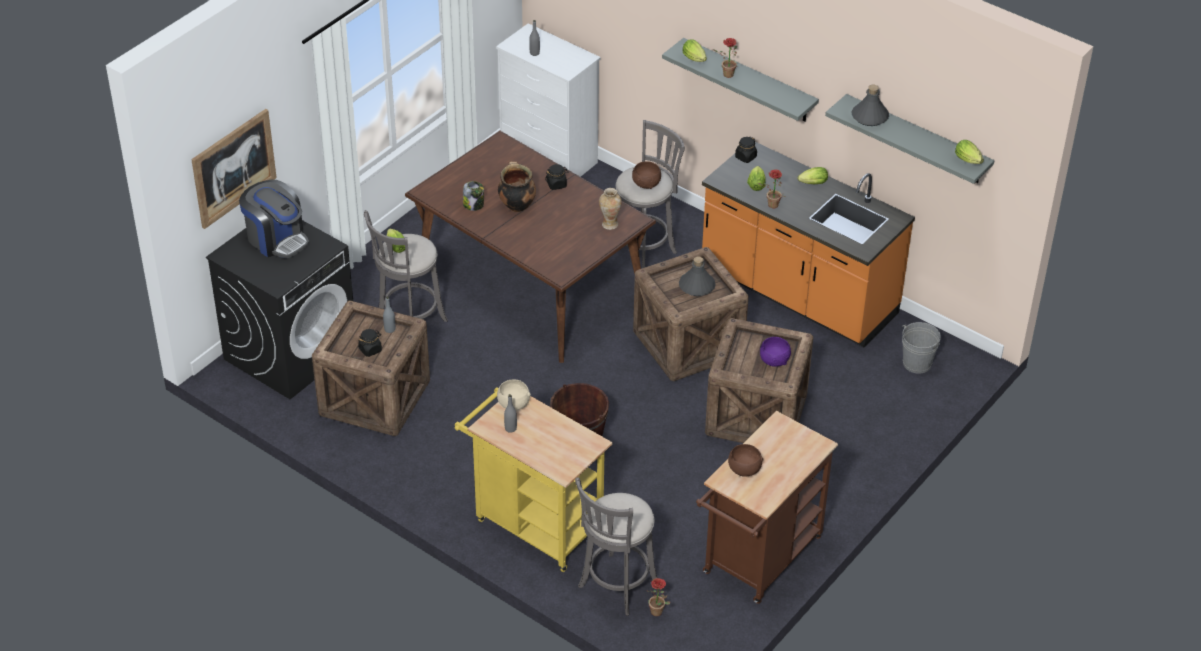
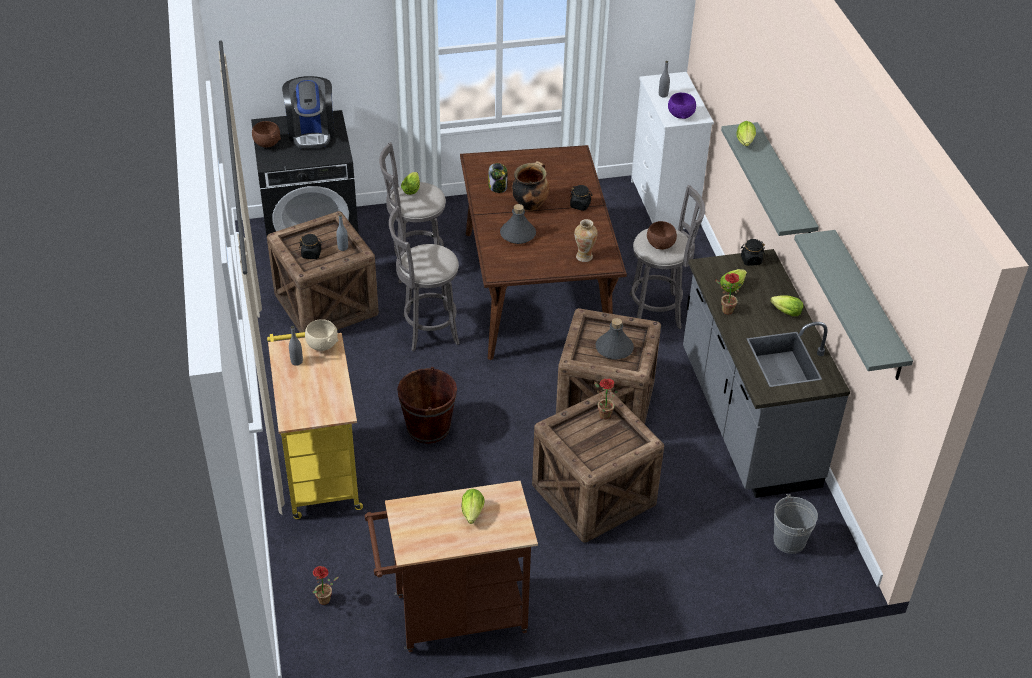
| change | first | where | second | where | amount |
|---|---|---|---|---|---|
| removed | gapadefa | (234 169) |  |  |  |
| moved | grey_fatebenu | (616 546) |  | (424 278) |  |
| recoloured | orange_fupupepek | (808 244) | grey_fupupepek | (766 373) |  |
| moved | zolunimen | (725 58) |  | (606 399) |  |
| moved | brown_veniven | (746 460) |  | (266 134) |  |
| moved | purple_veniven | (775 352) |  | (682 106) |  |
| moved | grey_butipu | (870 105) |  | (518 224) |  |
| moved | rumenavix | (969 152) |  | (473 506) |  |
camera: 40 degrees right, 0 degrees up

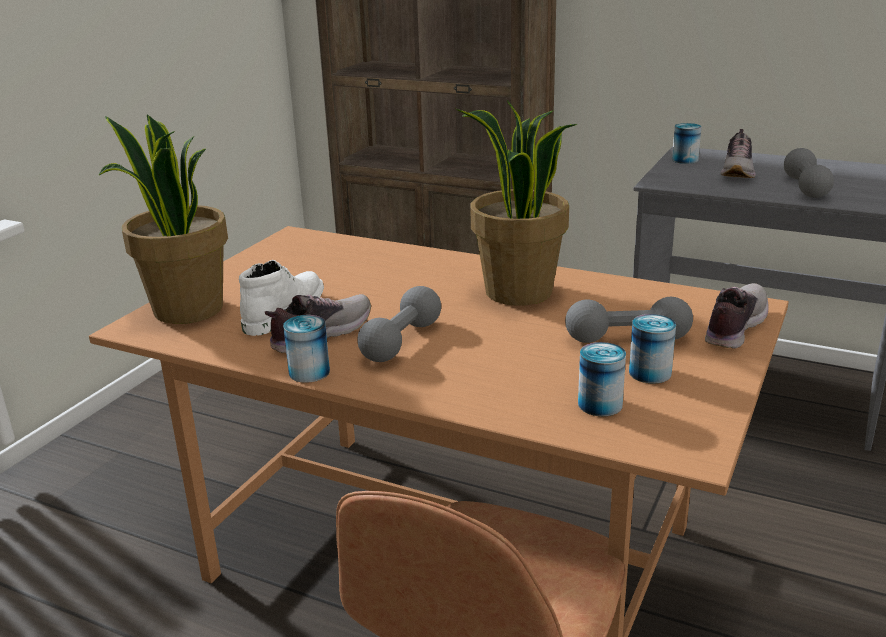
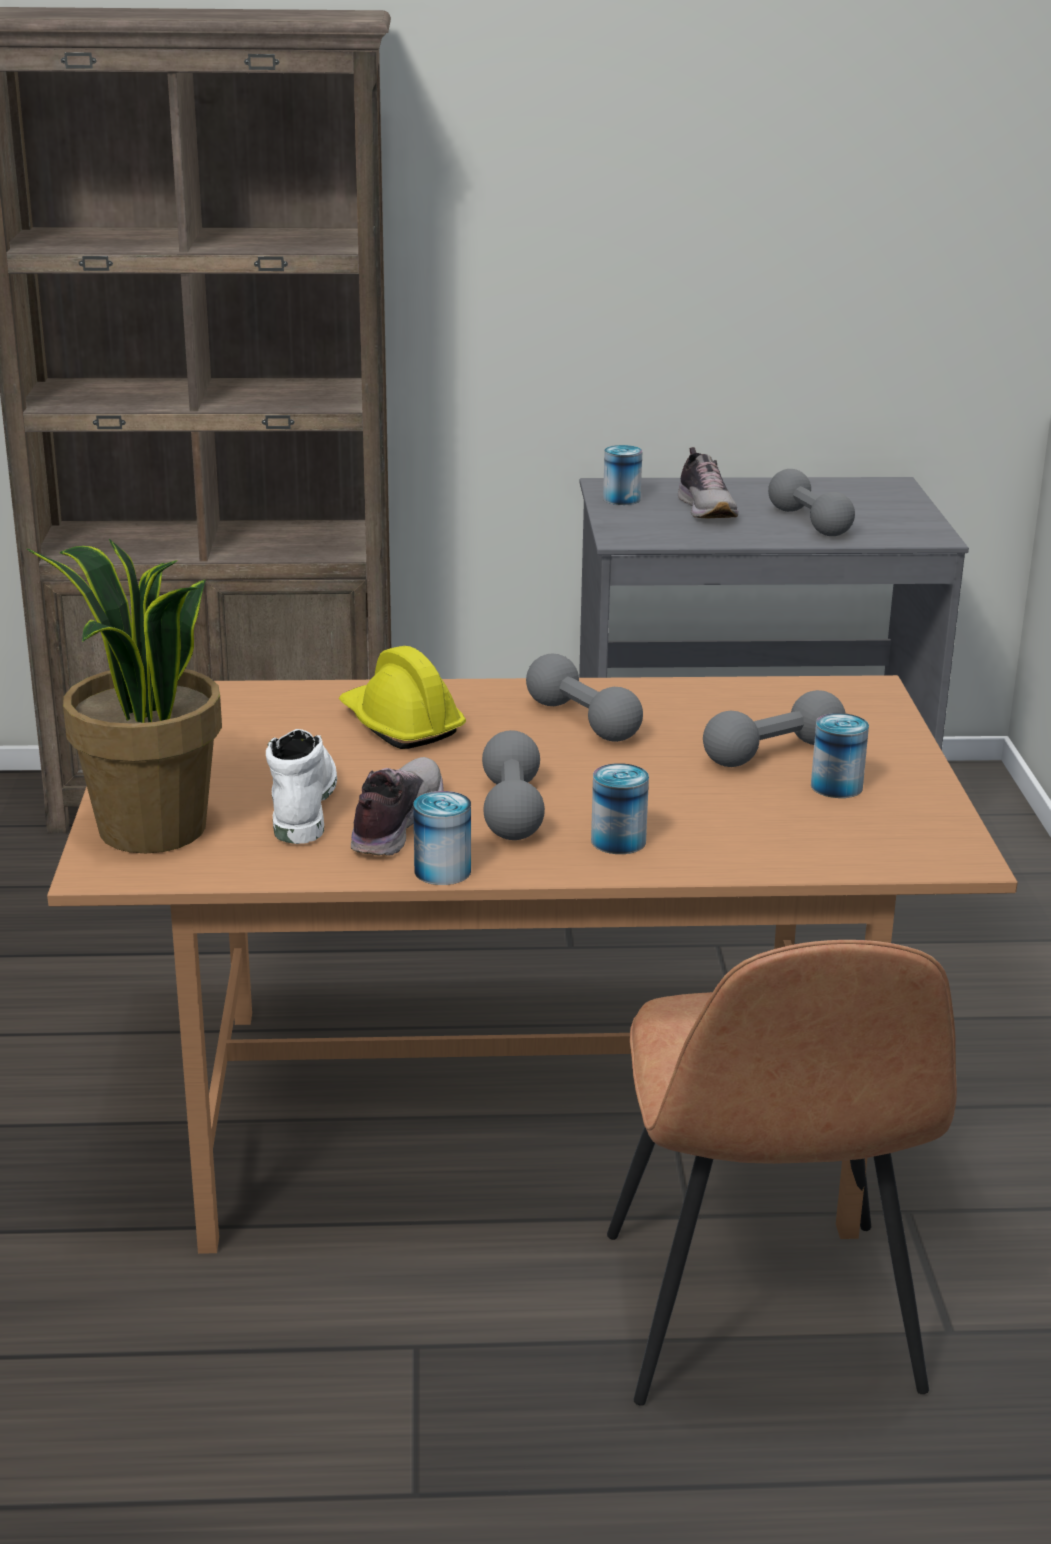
| change | first | where | second | where | amount |
|---|---|---|---|---|---|
| replaced | zolunimen | (516 203) | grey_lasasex | (584 697) |  |
| moved | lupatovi | (602 379) |  | (620 808) |  |
| removed | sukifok | (737 316) |  |  |  |
| added |  |  | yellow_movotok | (402 697) |  |
camera: 30 degrees left, 0 degrees up

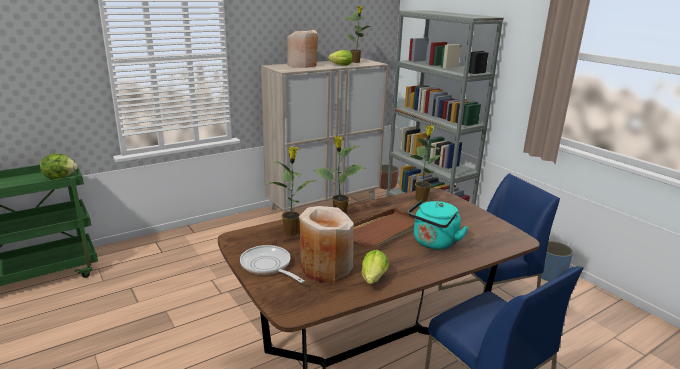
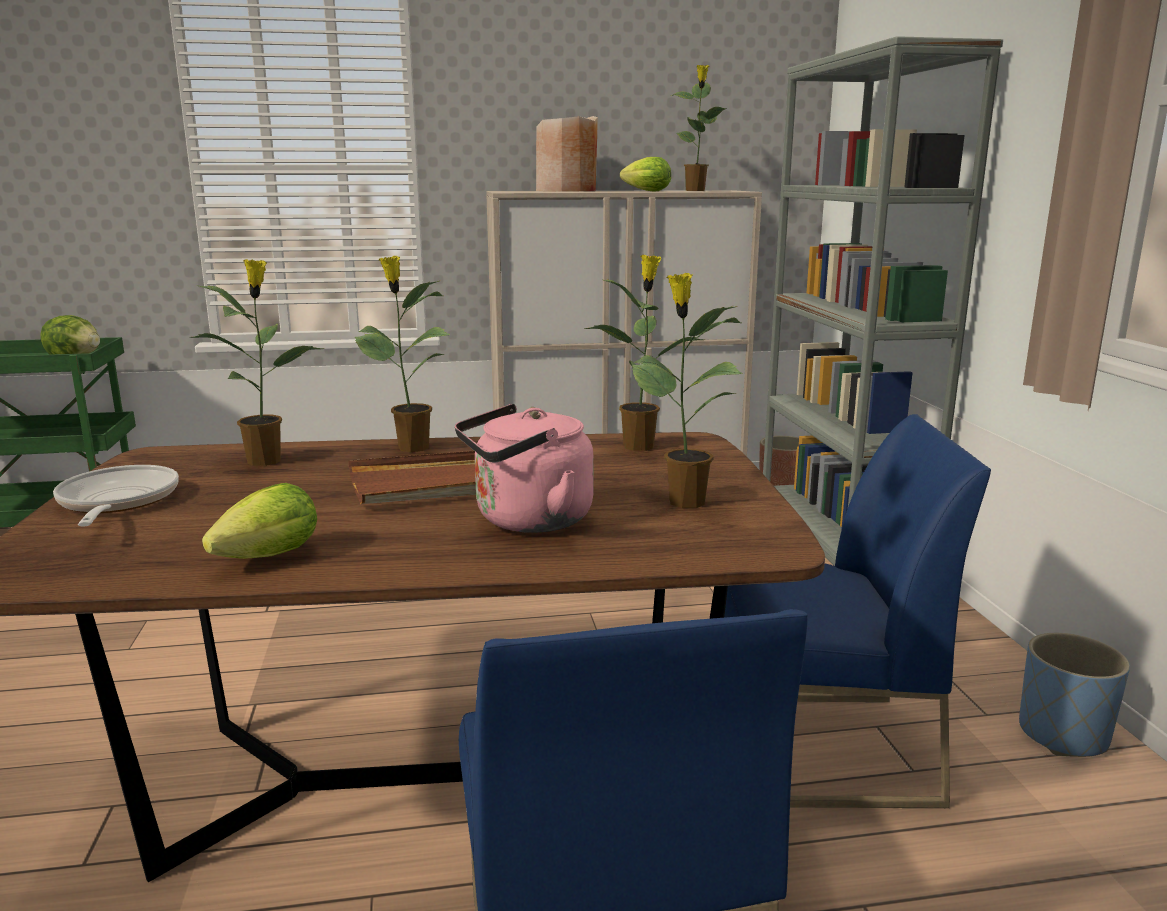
| change | first | where | second | where | amount |
|---|---|---|---|---|---|
| removed | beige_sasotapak | (326 244) |  |  |  |
| recoloured | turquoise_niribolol | (438 224) | pink_niribolol | (524 468) |  |
| added |  |  | zolunimen | (687 390) |  |
camera: 25 degrees right, 5 degrees down

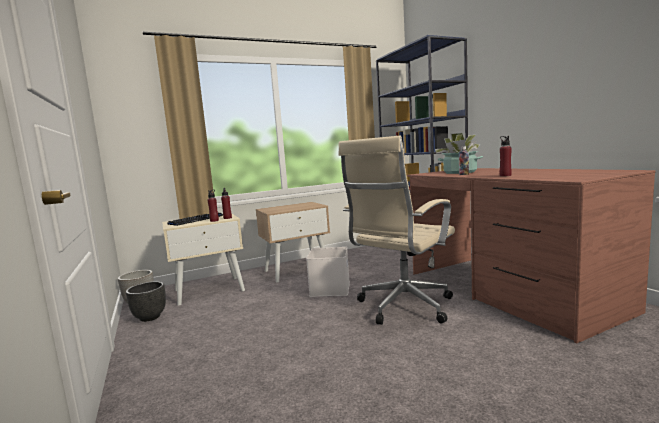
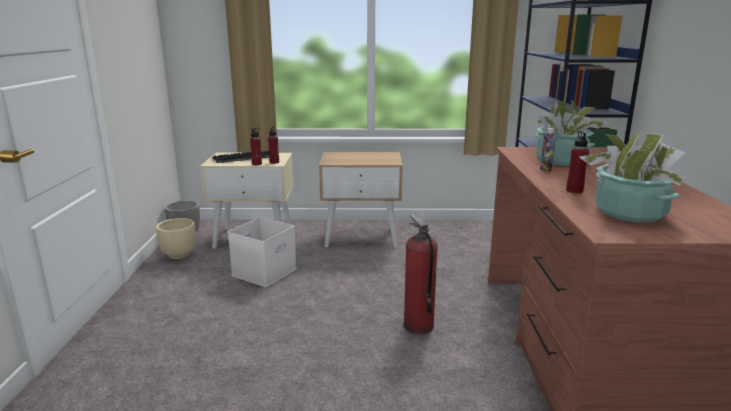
| change | first | where | second | where | amount |
|---|---|---|---|---|---|
| recoloured | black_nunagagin | (146 301) | beige_nunagagin | (176 238) |  |
| moved | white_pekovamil | (328 272) |  | (262 252) |  |
| replaced | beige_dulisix | (397 230) | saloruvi | (420 273) |  |
| added |  |  | zolunimen | (632 178) |  |
camera: 25 degrees right, 10 degrees up

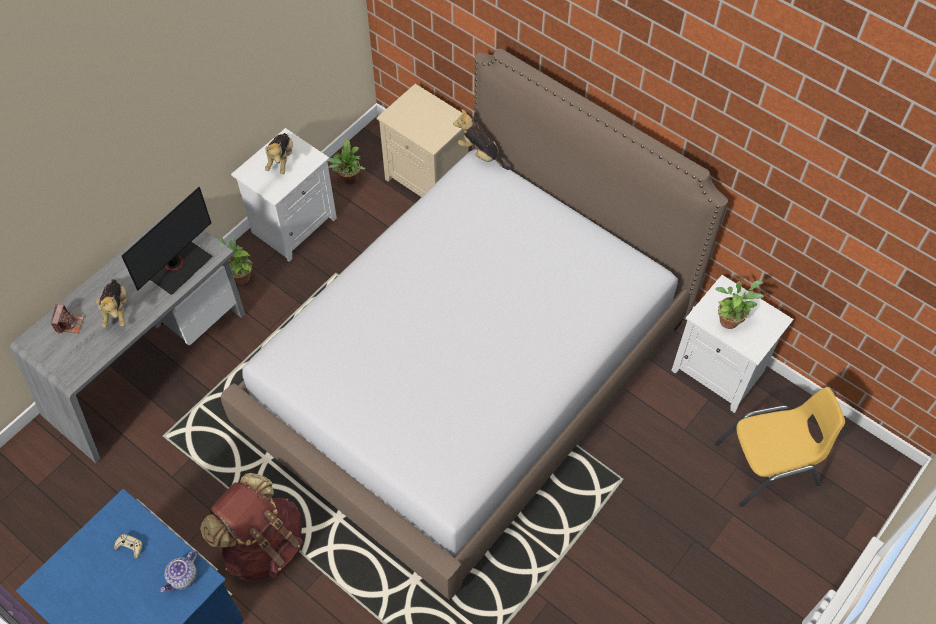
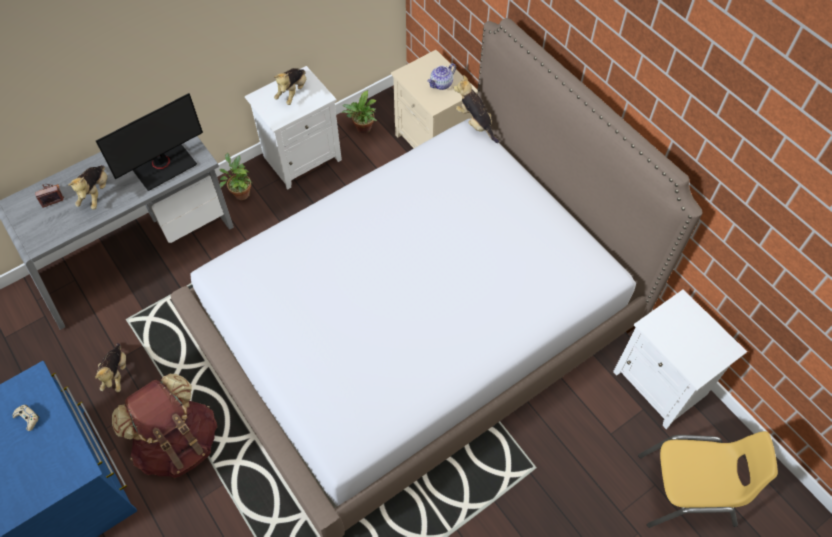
| change | first | where | second | where | amount |
|---|---|---|---|---|---|
| turned | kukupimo | (67 318) |  | (49 196) | 135 degrees counterclockwise |
| moved | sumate | (179 571) |  | (441 76) |  |
| removed | zolunimen | (739 305) |  |  |  |
| added |  |  | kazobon | (110 367) |  |
camera: 15 degrees right, 0 degrees up

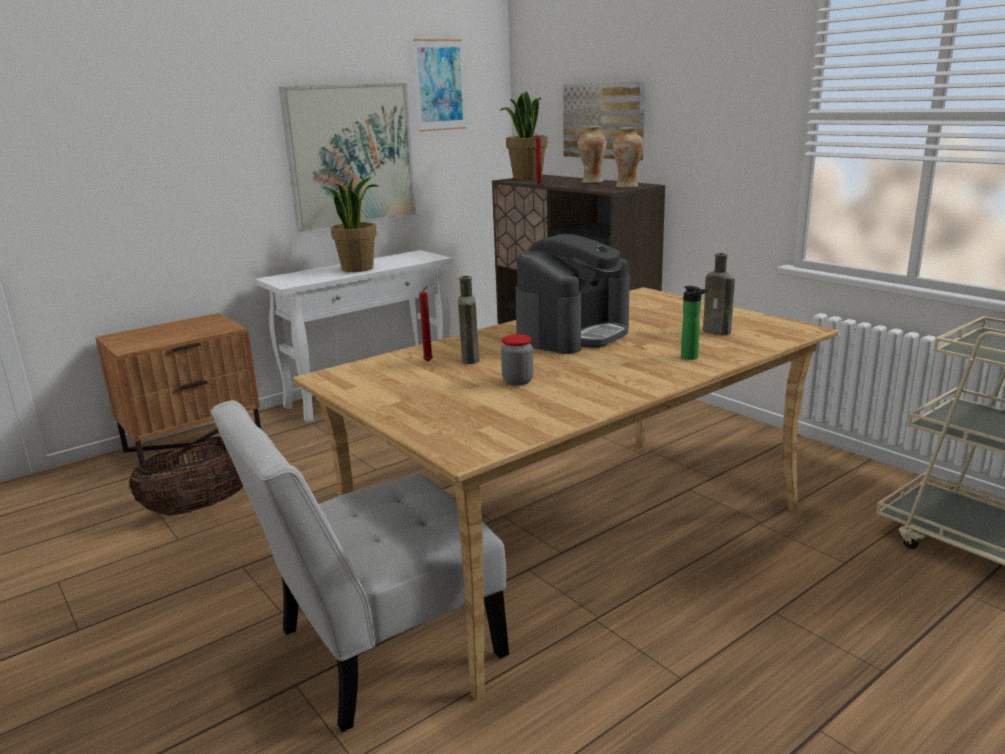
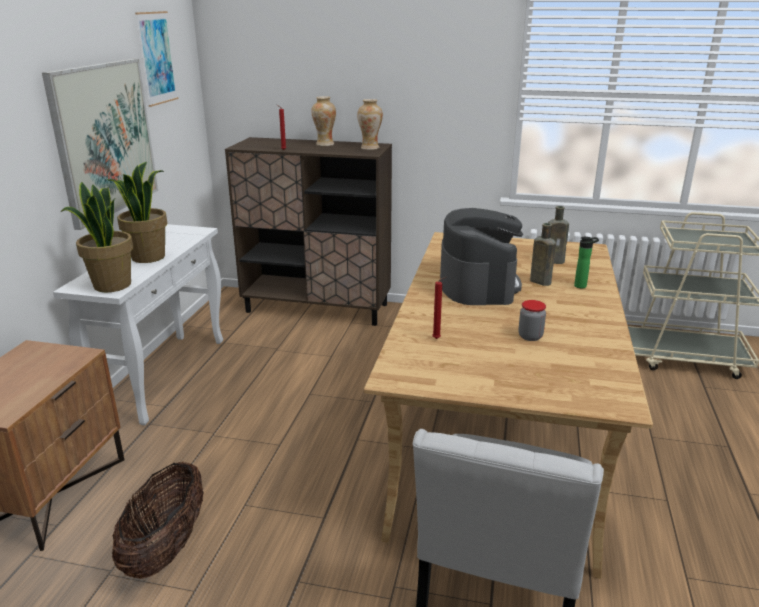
| change | first | where | second | where | amount |
|---|---|---|---|---|---|
| moved | brown_butipu | (468 320) |  | (543 254) |  |
| moved | zolunimen | (524 135) |  | (96 237) |  |
| removed | gapadefa | (604 120) |  |  |  |
camera: 40 degrees left, 5 degrees up

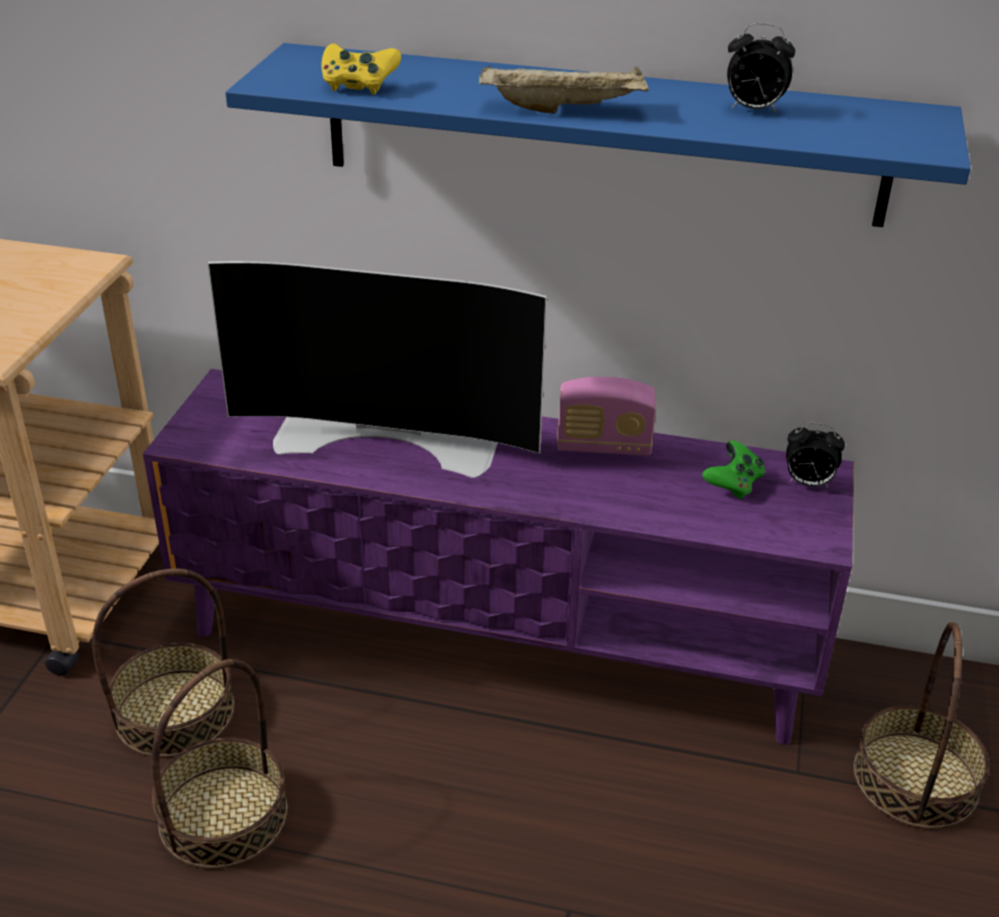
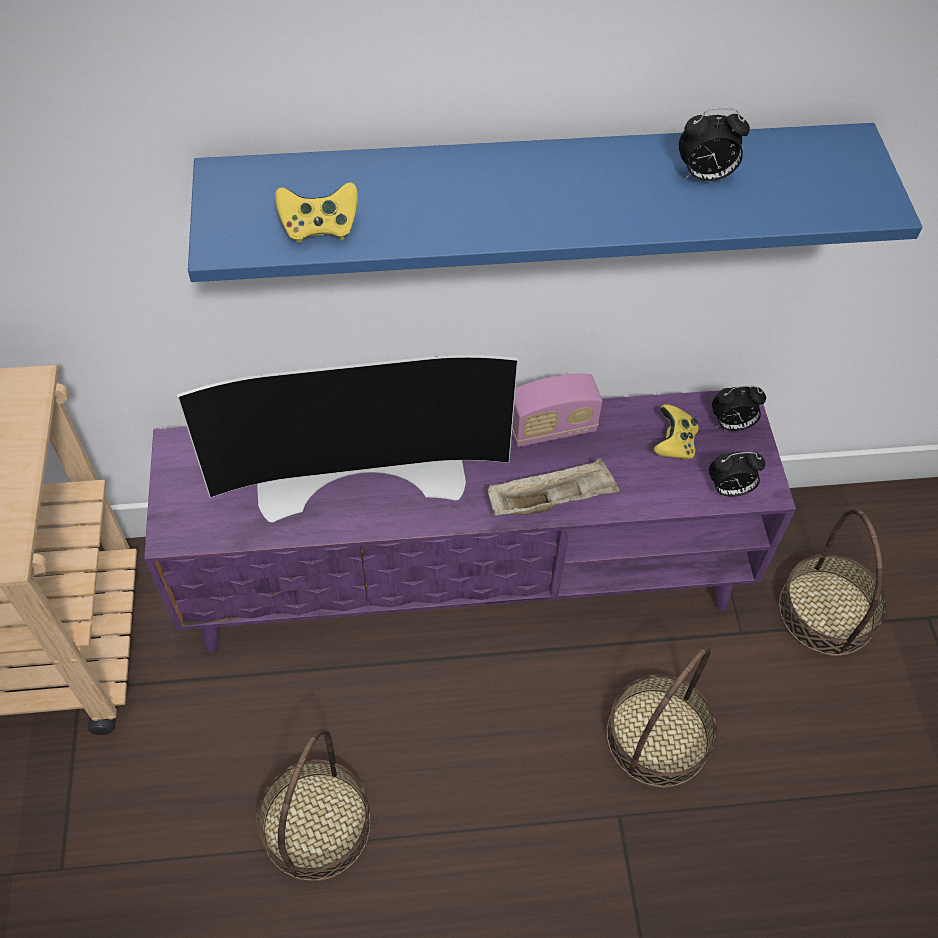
| change | first | where | second | where | amount |
|---|---|---|---|---|---|
| moved | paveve | (164 663) |  | (661 717) |  |
| moved | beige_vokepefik | (564 89) |  | (554 487) |  |
| recoloured | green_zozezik | (733 470) | yellow_zozezik | (676 432) |  |
| added |  |  | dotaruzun | (737 474) |  |
camera: 20 degrees left, 20 degrees up

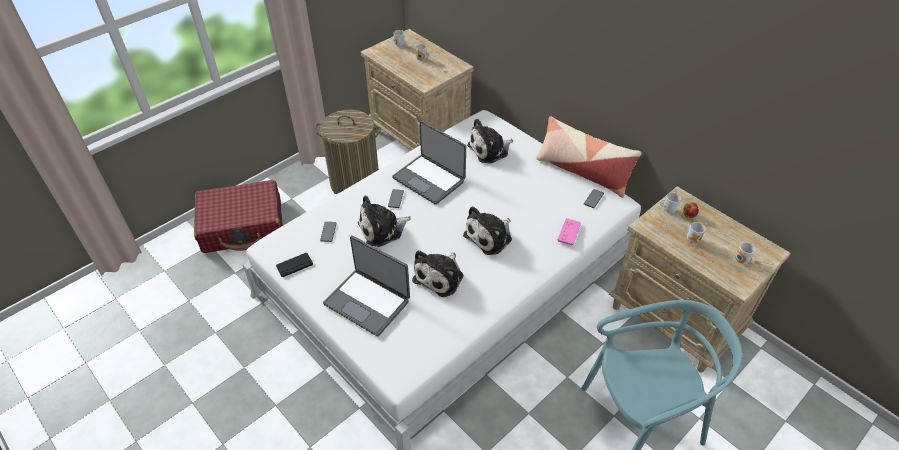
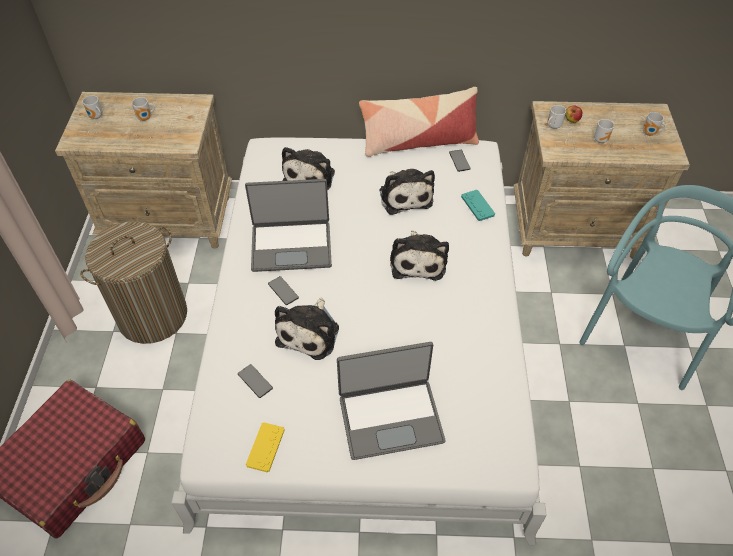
| change | first | where | second | where | amount |
|---|---|---|---|---|---|
| recoloured | black_zozezik | (294 265) | yellow_zozezik | (265 447) |  |
| moved | kazobon | (437 273) |  | (407 192) |  |
| recoloured | pink_zozezik | (569 231) | turquoise_zozezik | (478 205) |  |
camera: 45 degrees left, 5 degrees up

